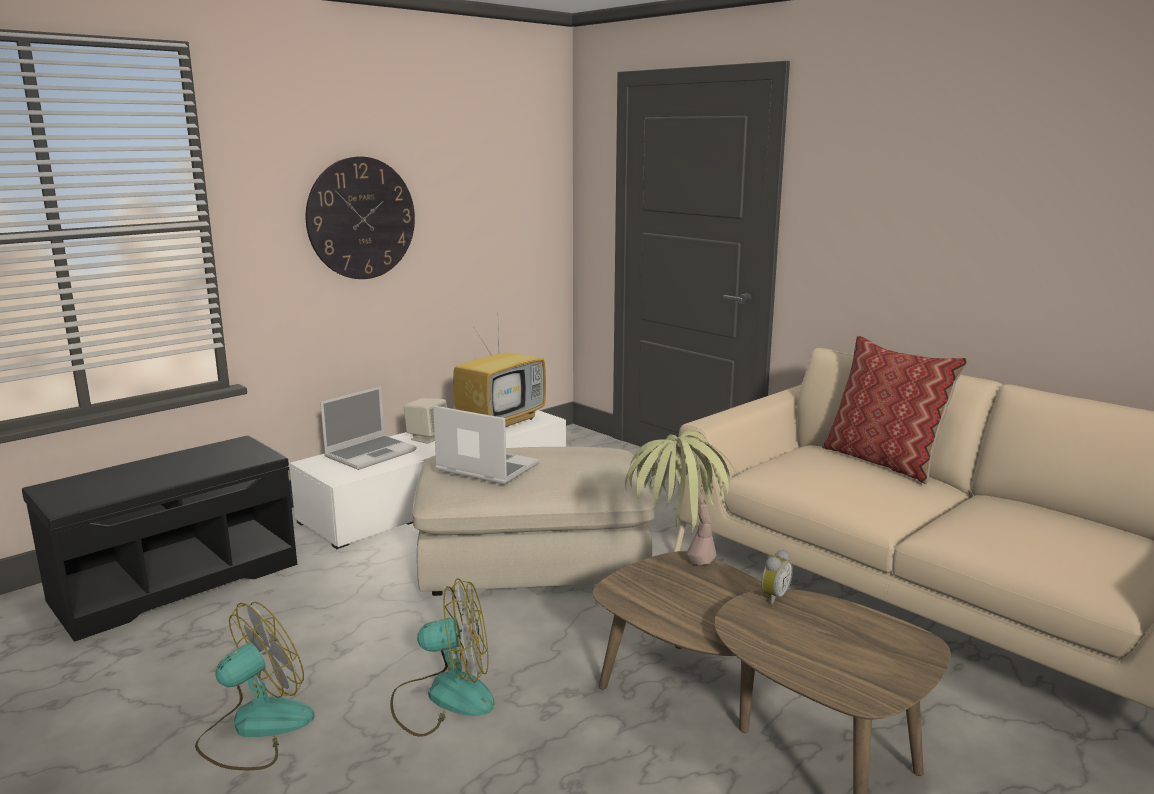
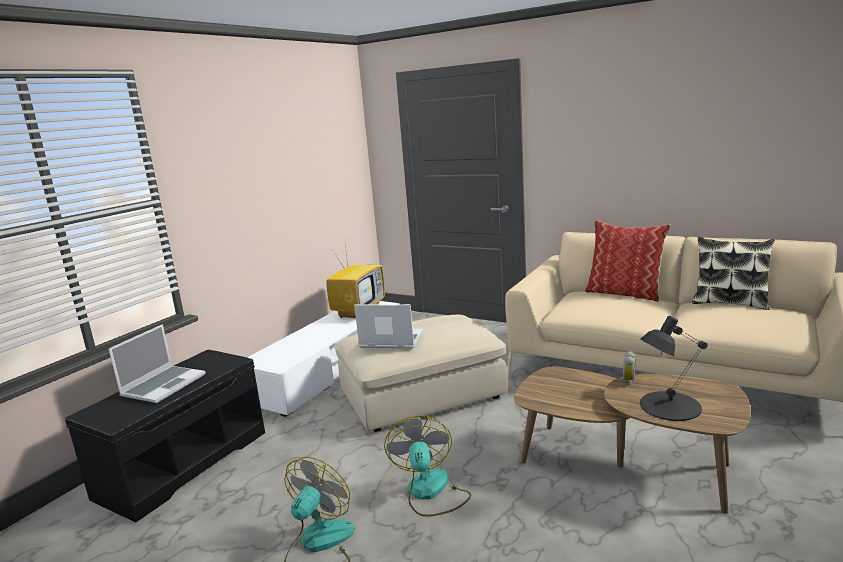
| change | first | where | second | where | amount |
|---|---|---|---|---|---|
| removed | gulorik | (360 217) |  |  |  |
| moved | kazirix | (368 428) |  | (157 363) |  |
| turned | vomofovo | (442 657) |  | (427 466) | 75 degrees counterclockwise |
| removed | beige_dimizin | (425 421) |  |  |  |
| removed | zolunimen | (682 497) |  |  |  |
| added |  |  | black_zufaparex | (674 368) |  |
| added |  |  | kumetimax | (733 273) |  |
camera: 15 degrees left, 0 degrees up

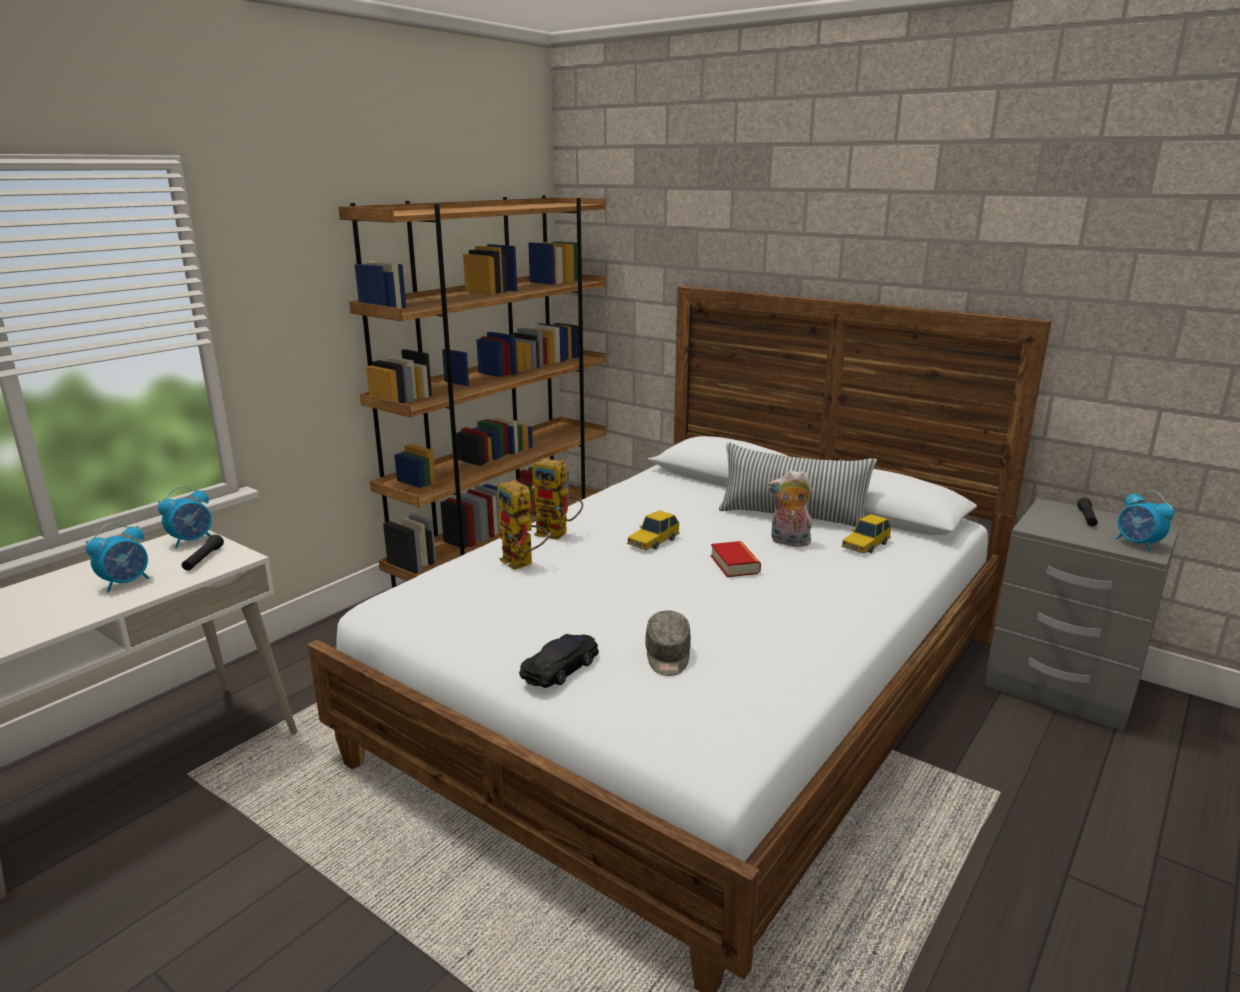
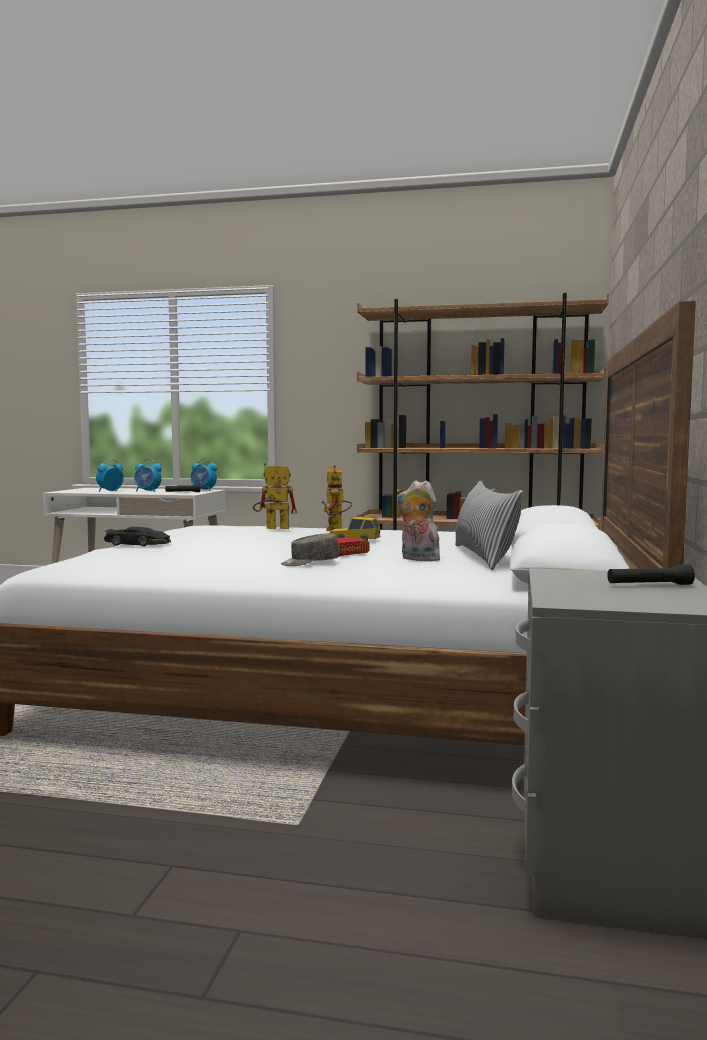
| change | first | where | second | where | amount |
|---|---|---|---|---|---|
| turned | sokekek | (523 525) |  | (275 496) | 60 degrees clockwise |
| moved | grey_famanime | (668 643) |  | (310 549) |  |
| turned | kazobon | (791 508) |  | (418 520) | 45 degrees counterclockwise |
| removed | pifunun | (866 534) |  |  |  |
| moved | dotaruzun | (1145 520) |  | (110 475) |  |
camera: 65 degrees right, 15 degrees down

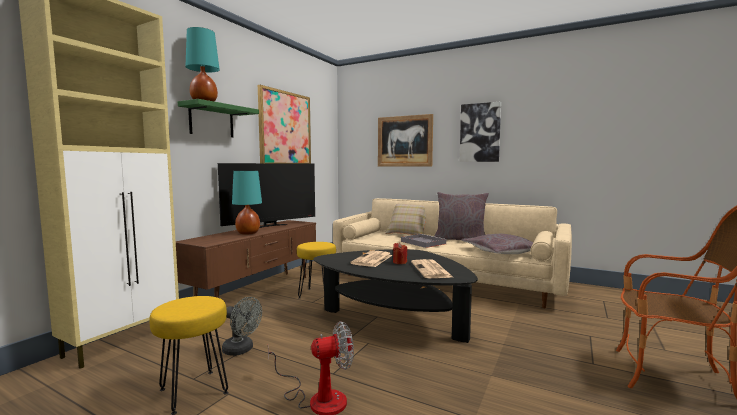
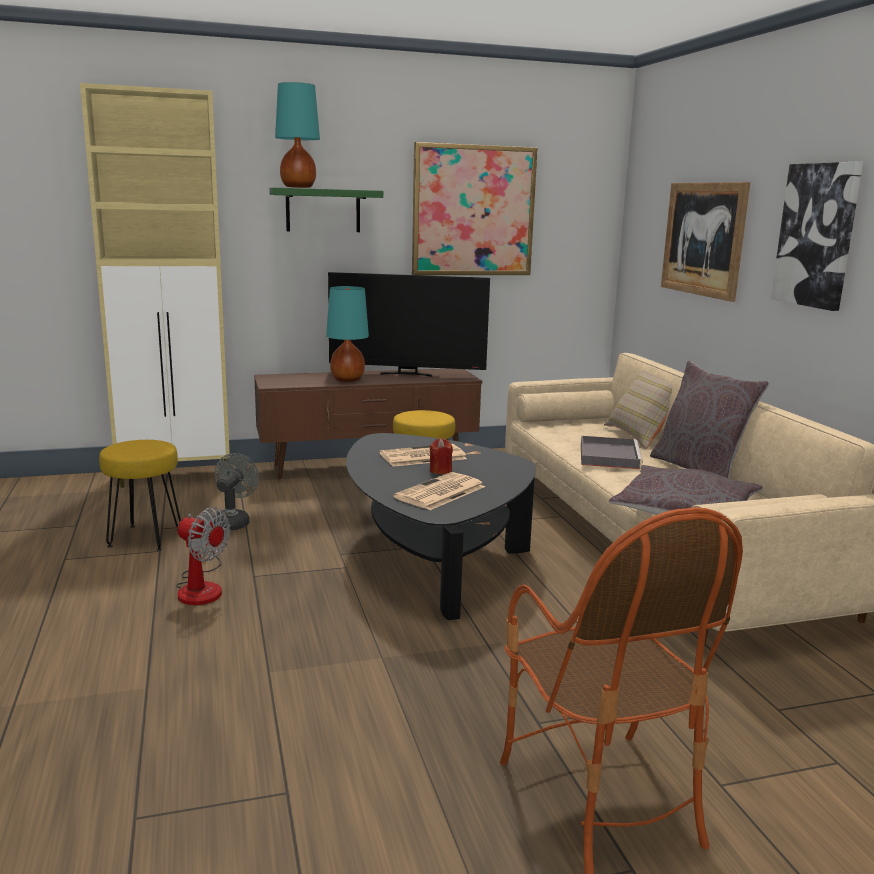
| change | first | where | second | where | amount |
|---|---|---|---|---|---|
| turned | grey_vomofovo | (242 326) |  | (236 491) | 150 degrees counterclockwise |
camera: 45 degrees right, 10 degrees up

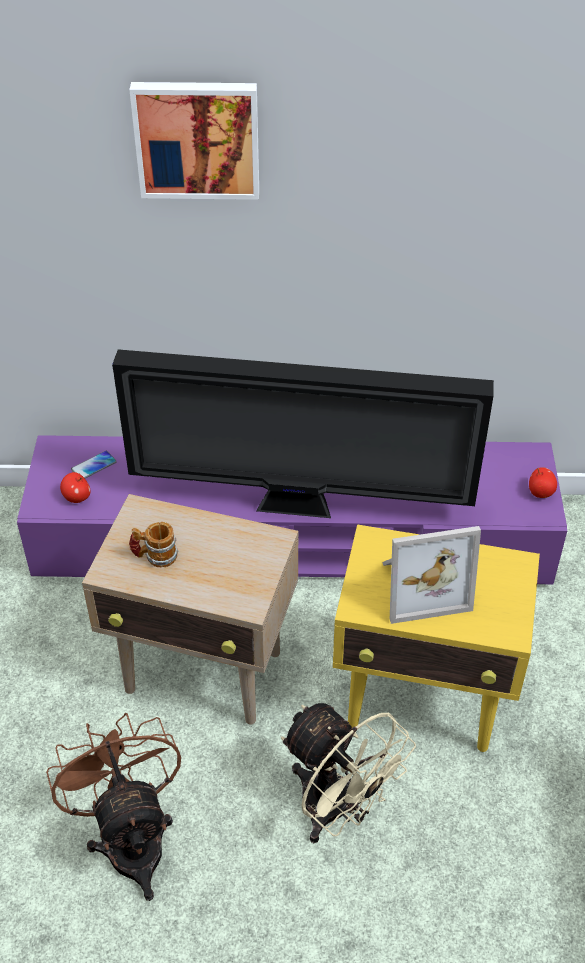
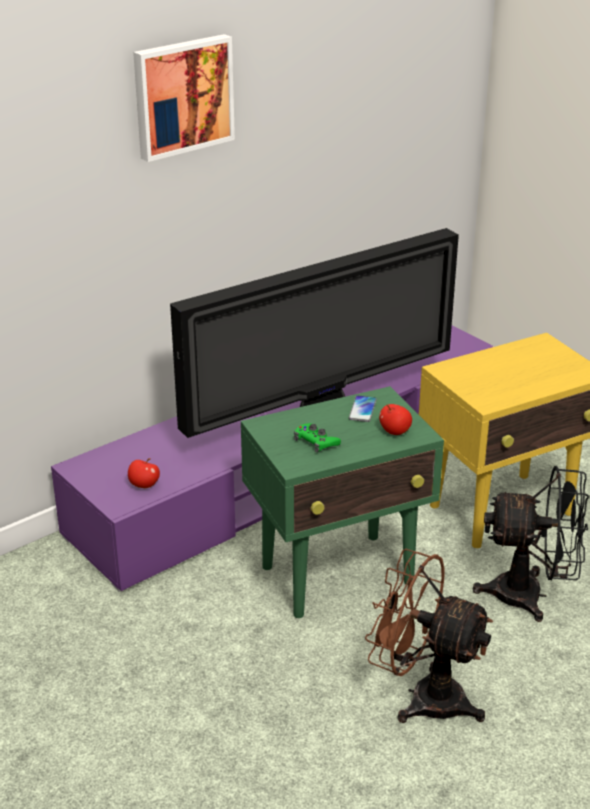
| change | first | where | second | where | amount |
|---|---|---|---|---|---|
| moved | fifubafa | (94 465) |  | (363 408) |  |
| recoloured | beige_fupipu | (190 609) | green_fupipu | (342 502) |  |
| replaced | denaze | (153 544) | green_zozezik | (317 438) |  |
| recoloured | beige_vomofovo | (348 773) | black_vomofovo | (531 544) |  |
| removed | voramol | (431 575) |  |  |  |
| moved | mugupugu | (543 482) |  | (395 419) |  |
camera: 40 degrees left, 15 degrees down

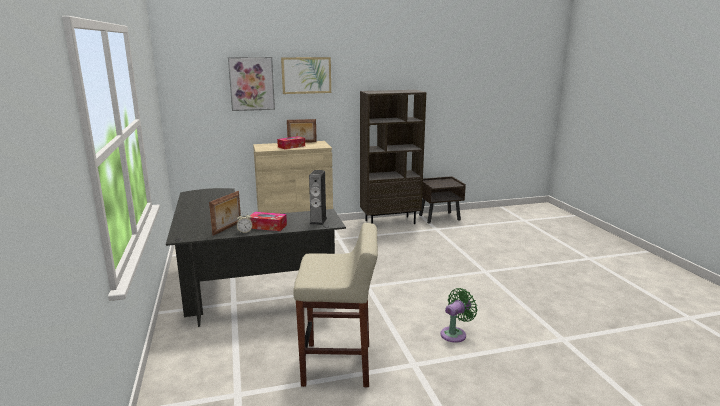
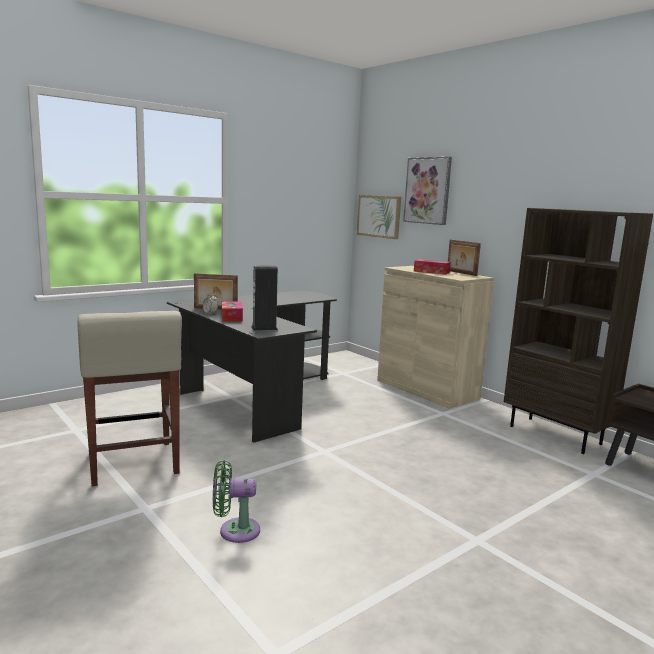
| change | first | where | second | where | amount |
|---|---|---|---|---|---|
| moved | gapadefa | (306 75) |  | (379 217) |  |
| turned | green_vomofovo | (459 315) |  | (236 501) | 150 degrees clockwise |
camera: 65 degrees right, 5 degrees down

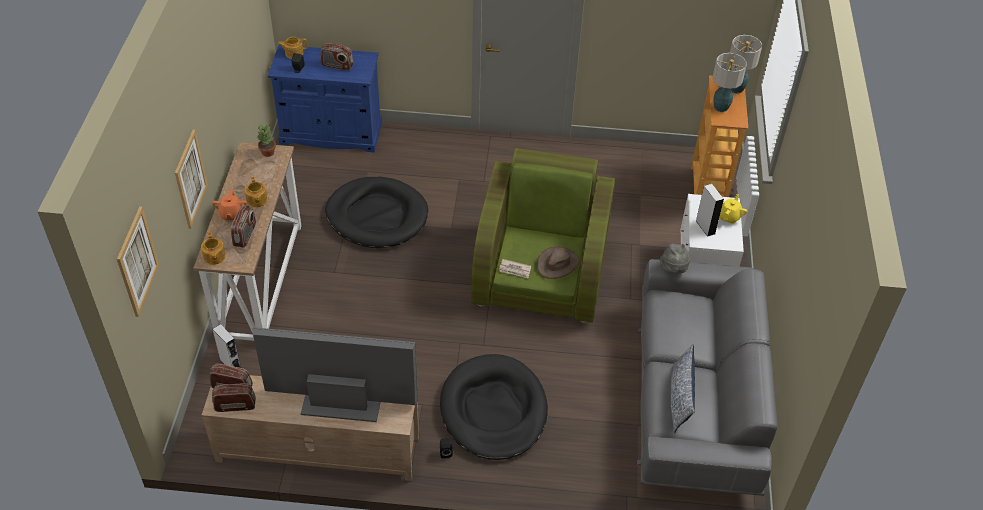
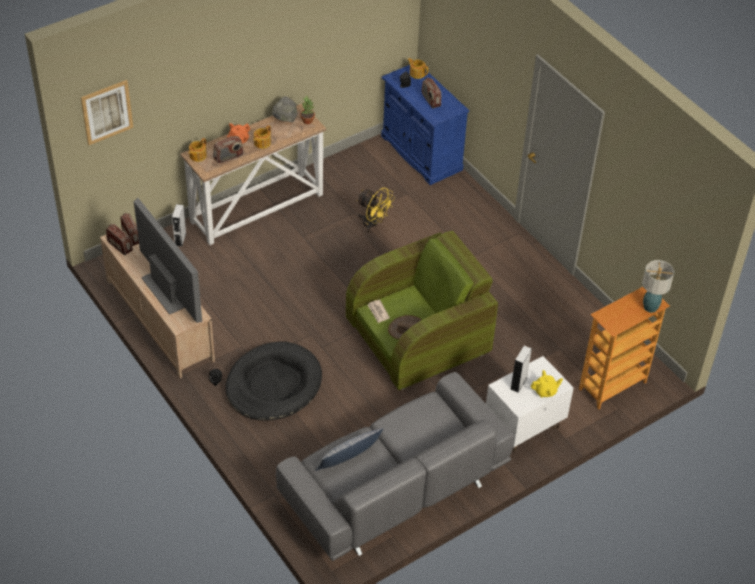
| change | first | where | second | where | amount |
|---|---|---|---|---|---|
| removed | gapadefa | (191 179) |  |  |  |
| replaced | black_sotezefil | (376 212) | yellow_vomofovo | (376 210) |  |
| moved | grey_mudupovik | (675 259) |  | (284 109) |  |
| removed | zufaparex | (730 82) |  |  |  |
camera: 50 degrees right, 0 degrees up

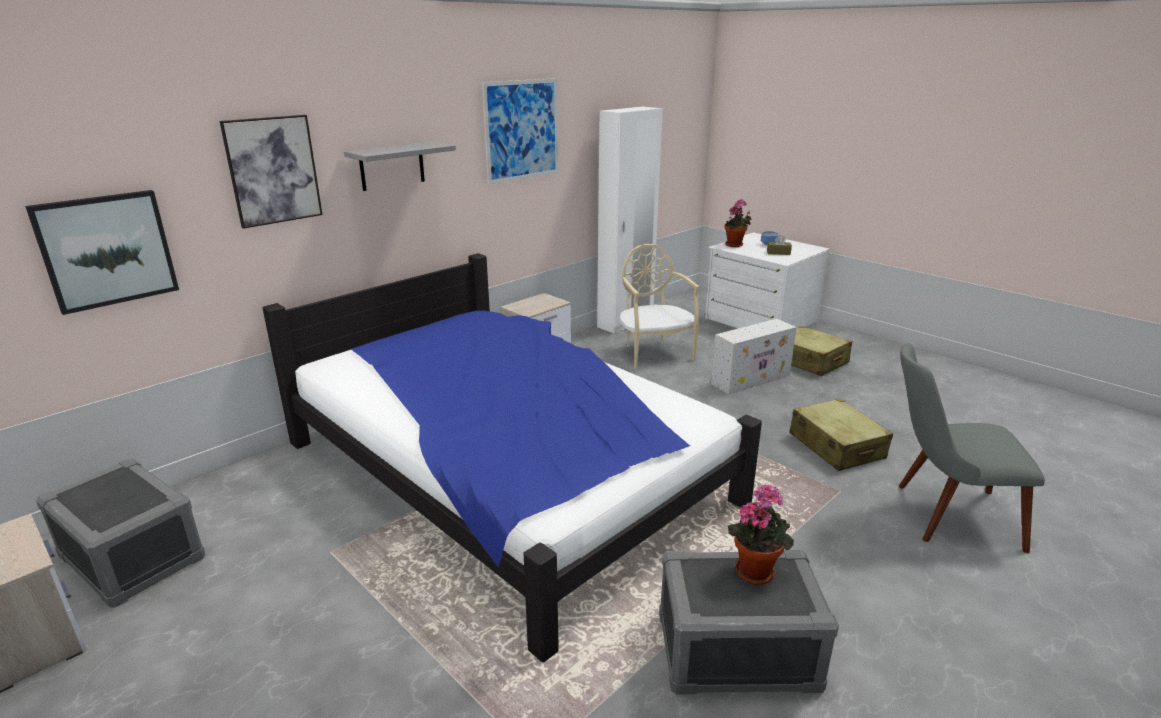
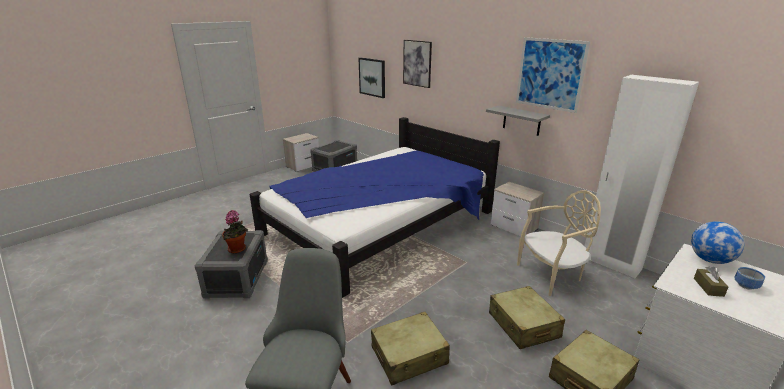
| change | first | where | second | where | amount |
|---|---|---|---|---|---|
| moved | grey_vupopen | (400 166) |  | (518 121) |  |
| replaced | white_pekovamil | (754 357) | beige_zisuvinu | (527 317) |  |
| replaced | zolunimen | (738 223) | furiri | (717 242) |  |
camera: 90 degrees right, 0 degrees up

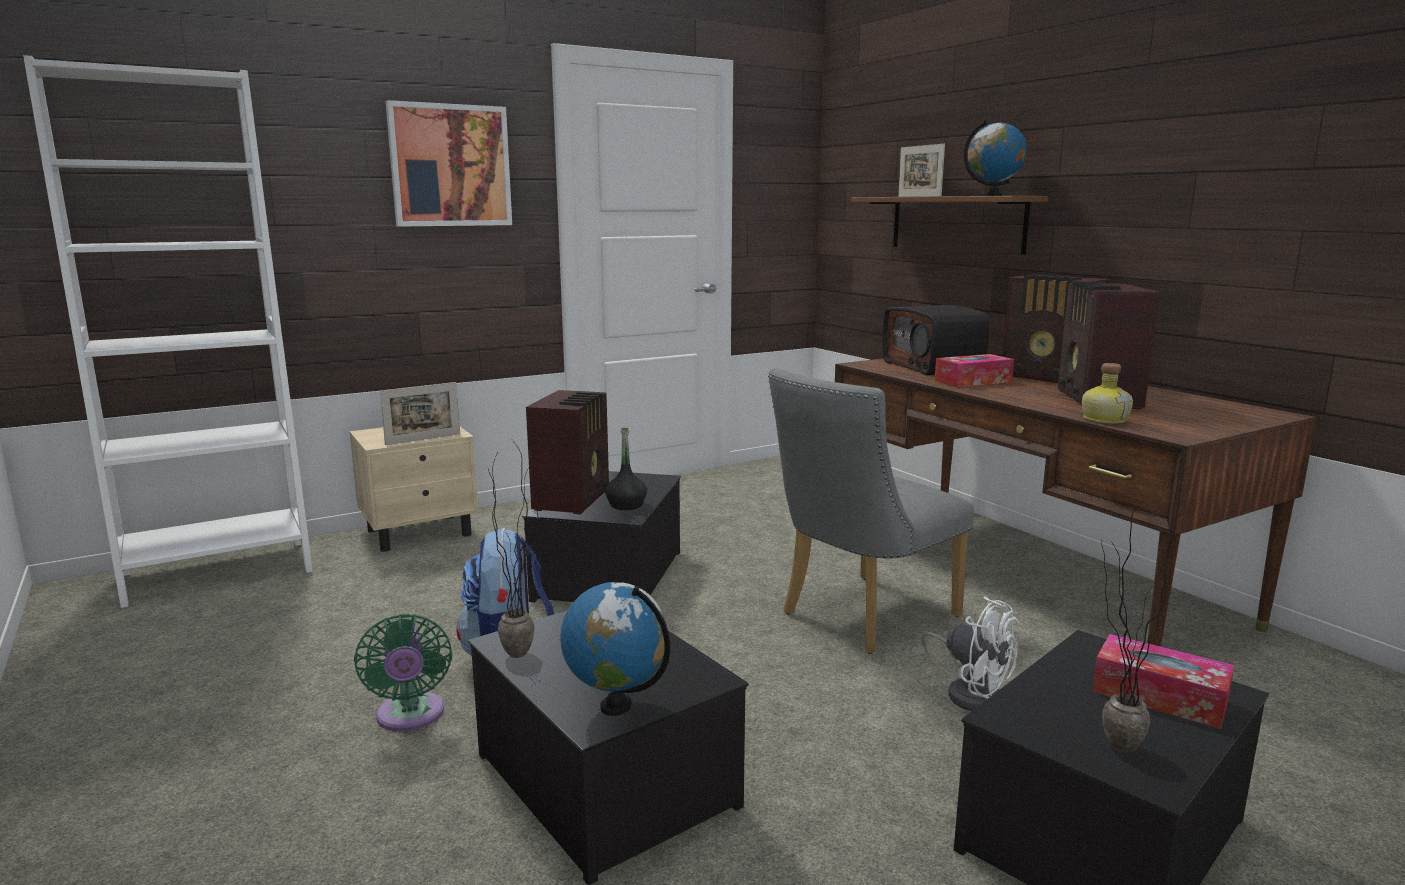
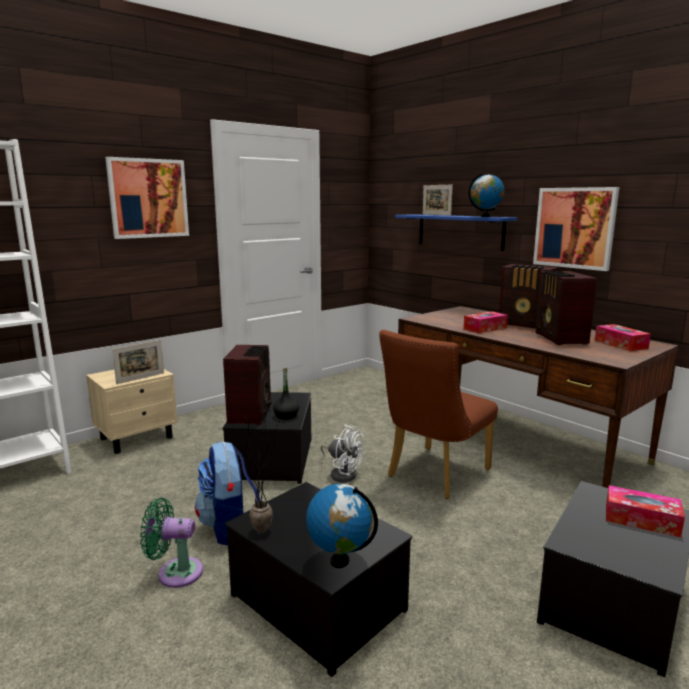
| change | first | where | second | where | amount |
|---|---|---|---|---|---|
| turned | green_vomofovo | (403 672) |  | (171 543) | 120 degrees clockwise |
| recoloured | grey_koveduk | (871 511) | brown_koveduk | (438 414) |  |
| recoloured | brown_vupopen | (950 225) | blue_vupopen | (456 232) |  |
| removed | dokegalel | (935 340) |  |  |  |
| moved | white_vomofovo | (970 654) |  | (342 453) |  |
| removed | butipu | (1107 393) |  |  |  |
| removed | zolunimen | (1139 626) |  |  |  |
| added |  |  | gapadefa | (576 229) |  |
| added |  |  | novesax | (623 337) |  |
camera: 10 degrees left, 0 degrees up

